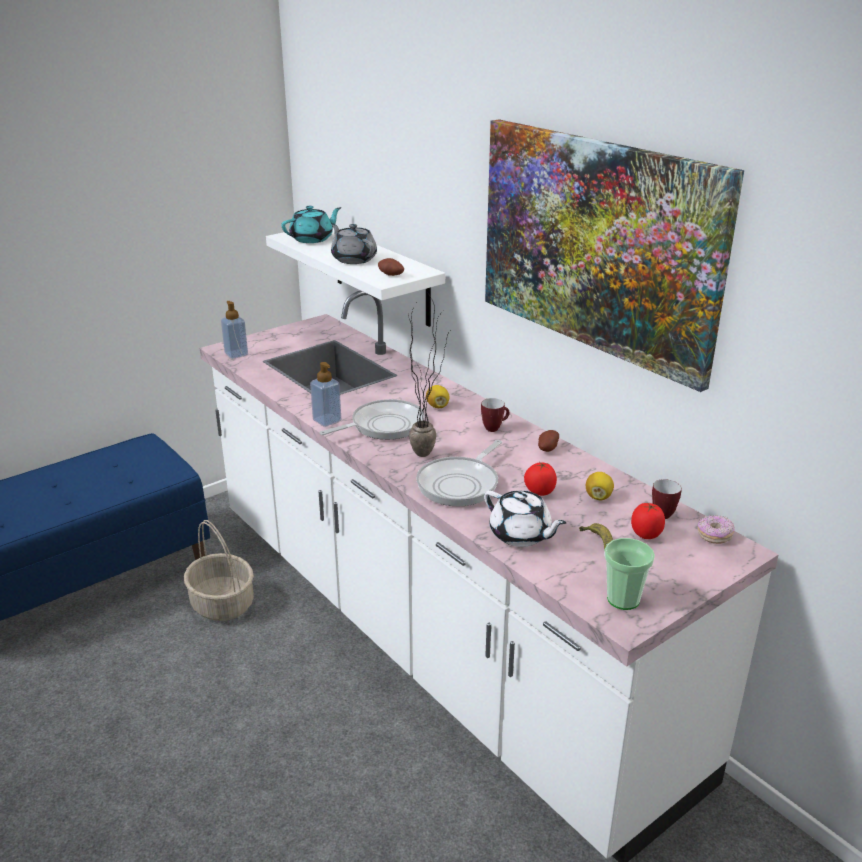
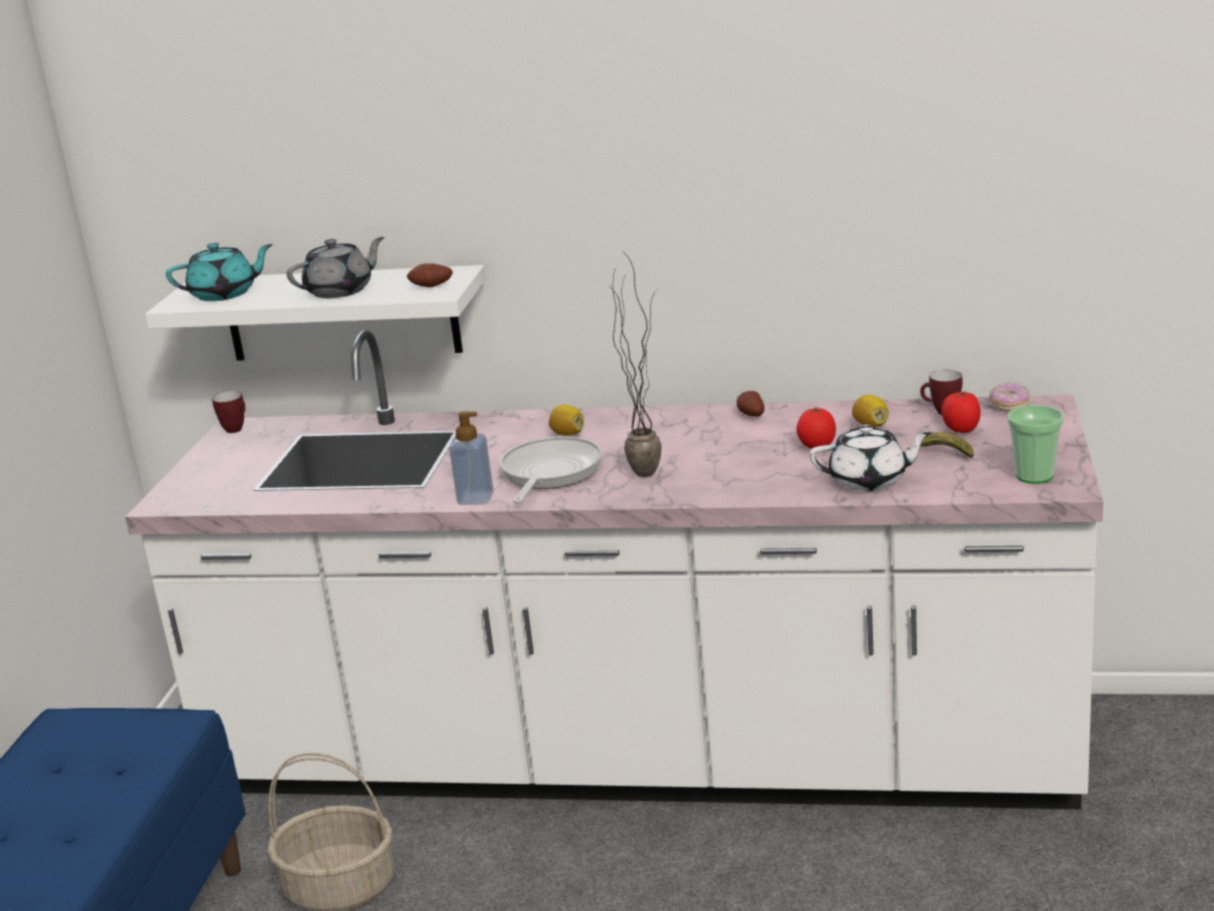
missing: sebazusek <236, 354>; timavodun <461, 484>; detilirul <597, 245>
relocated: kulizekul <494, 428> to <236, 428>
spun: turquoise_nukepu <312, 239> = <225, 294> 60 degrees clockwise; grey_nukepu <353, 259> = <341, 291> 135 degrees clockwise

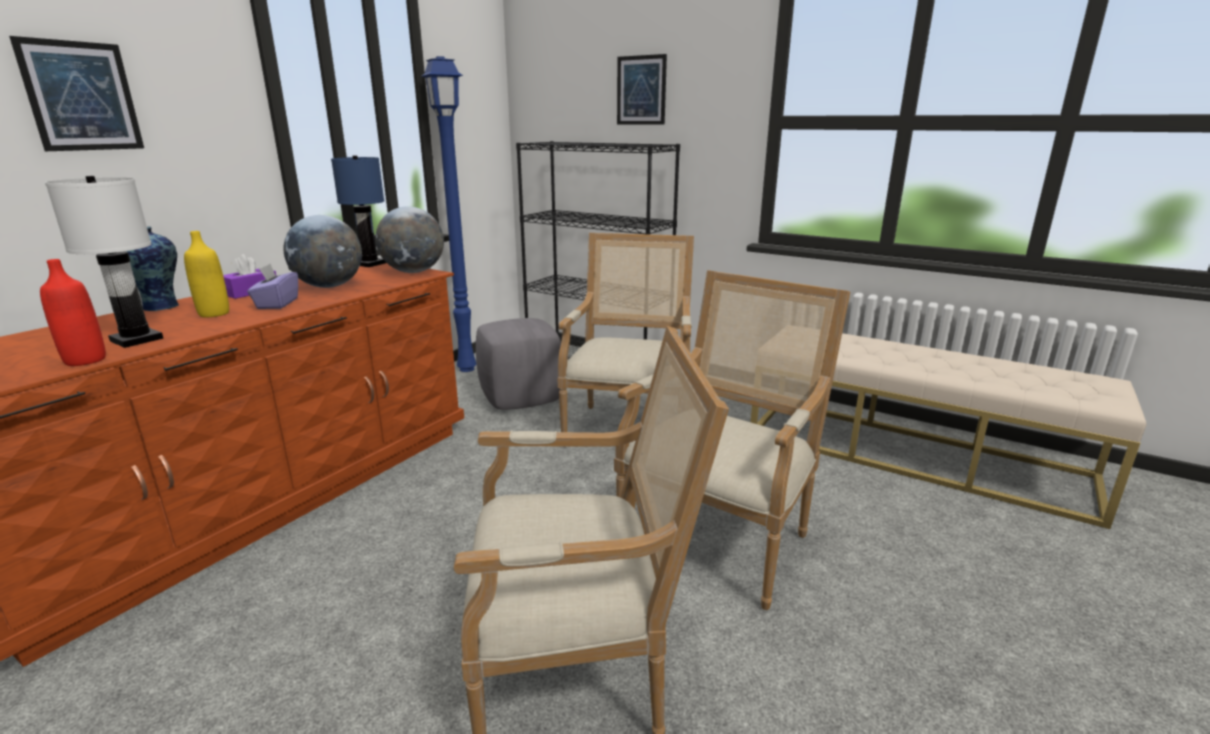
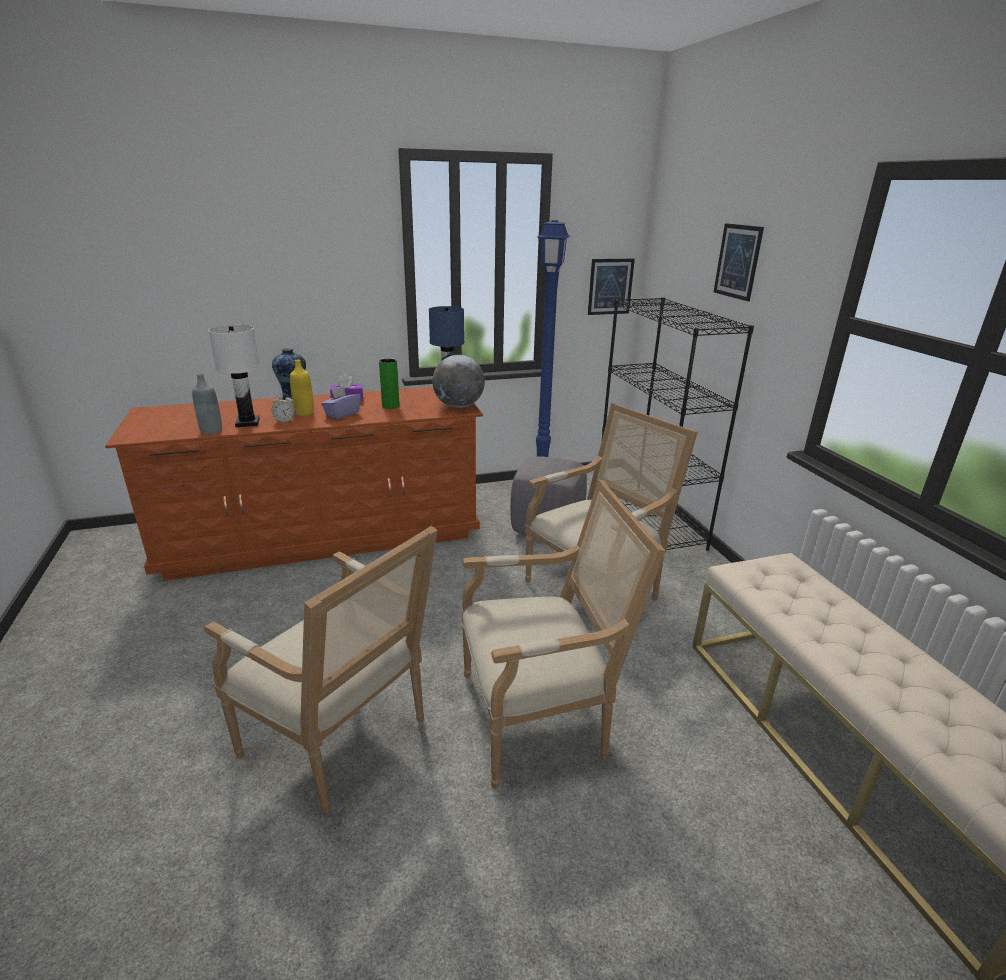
appeared: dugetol <285, 421>
relocated: detilirul <81, 96> to <610, 286>
exchanged: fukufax <329, 286> to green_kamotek <390, 406>
colour: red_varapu <85, 360> to grey_varapu <211, 431>

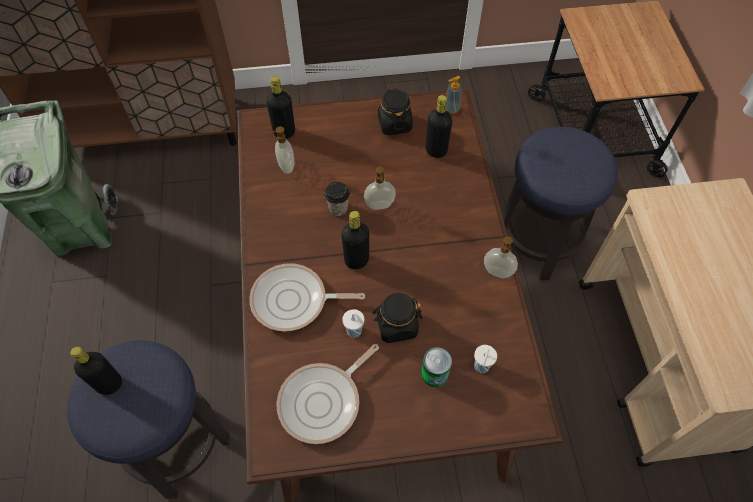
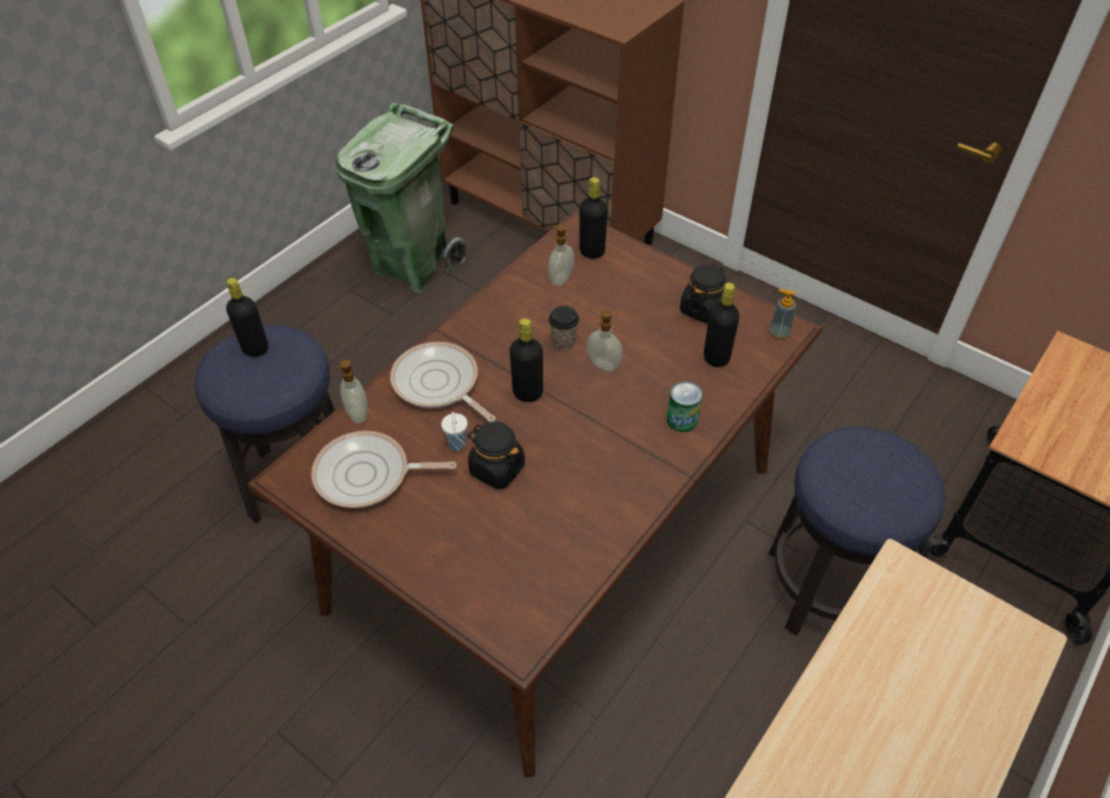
missing: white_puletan <481, 367>
relocated: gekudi <434, 374> to <682, 420>; sebazusek <497, 273> to <356, 414>

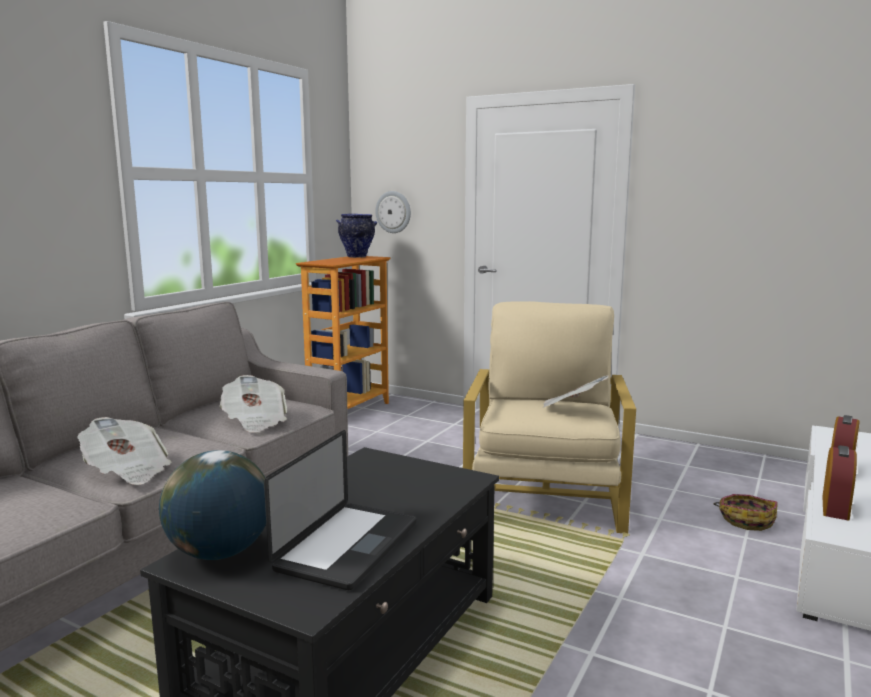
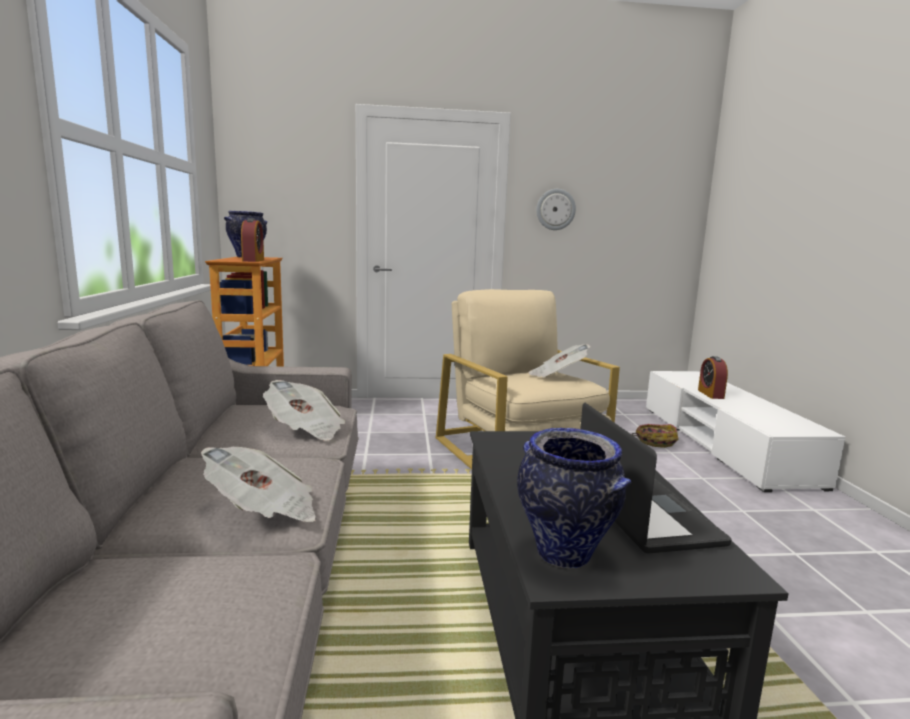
relocated: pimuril <393, 212> to <555, 209>; dugetol <835, 507> to <253, 260>
exchanged: fukufax <220, 552> to kamotek <565, 555>

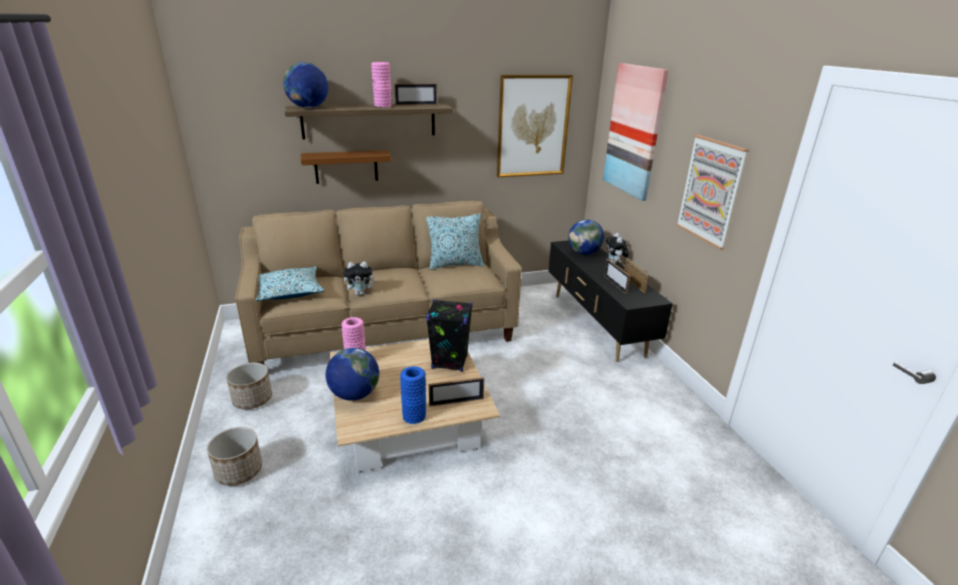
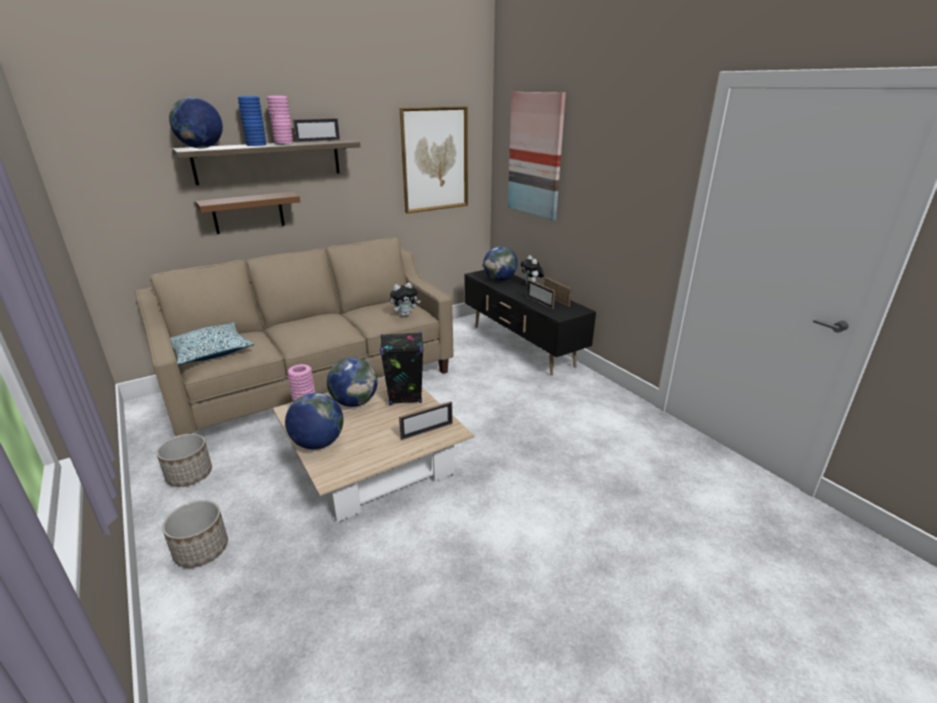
missing: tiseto <455, 264>; detilirul <710, 191>
appeared: fukufax <354, 402>
relocated: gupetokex <361, 293> to <405, 315>; blue_kamotek <414, 416> to <256, 145>

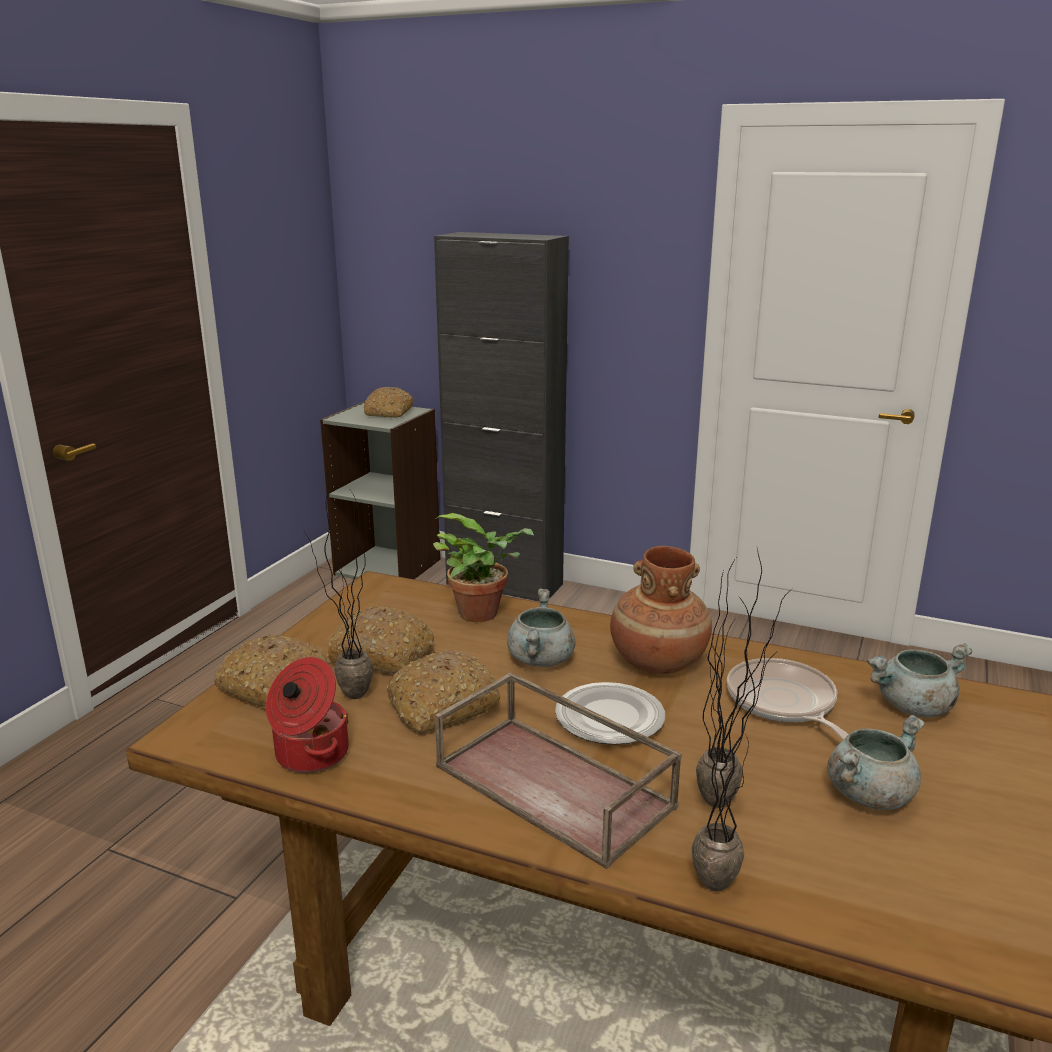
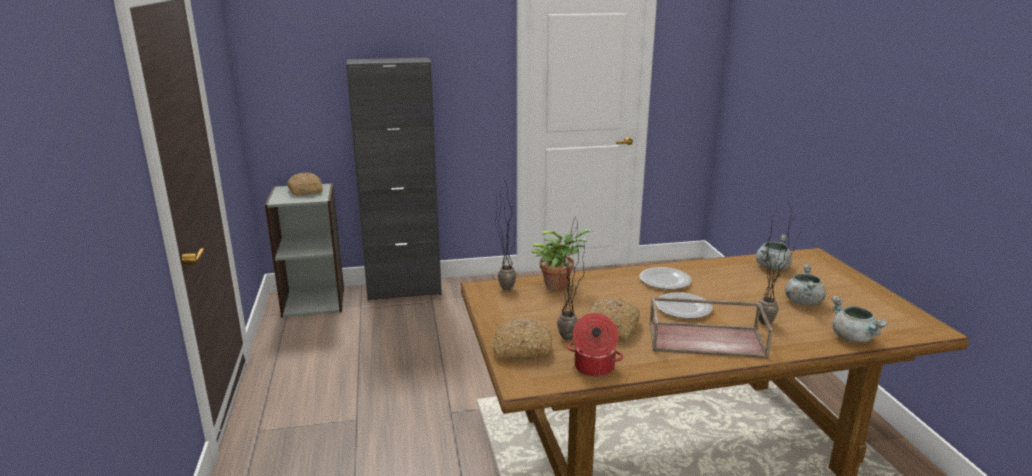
missing: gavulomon <383, 654>; timavodun <783, 703>
relocated: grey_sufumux <541, 660> to <853, 338>; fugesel <720, 874> to <506, 286>
exchanged: brown_kamotek <657, 661> to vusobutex <664, 280>

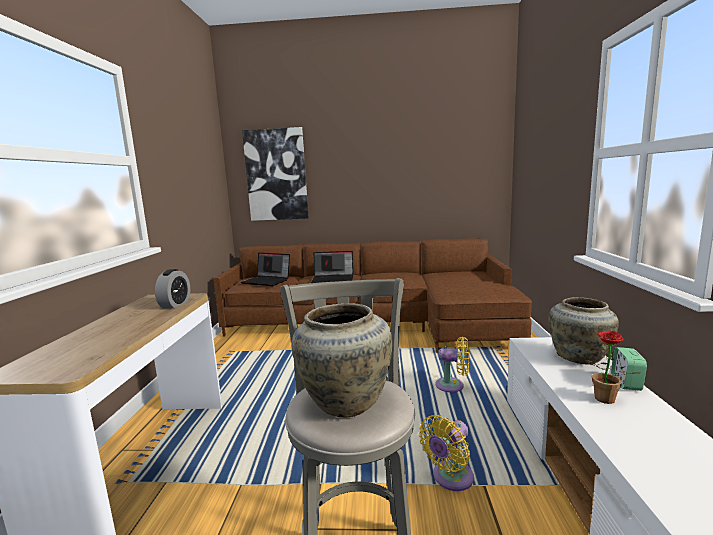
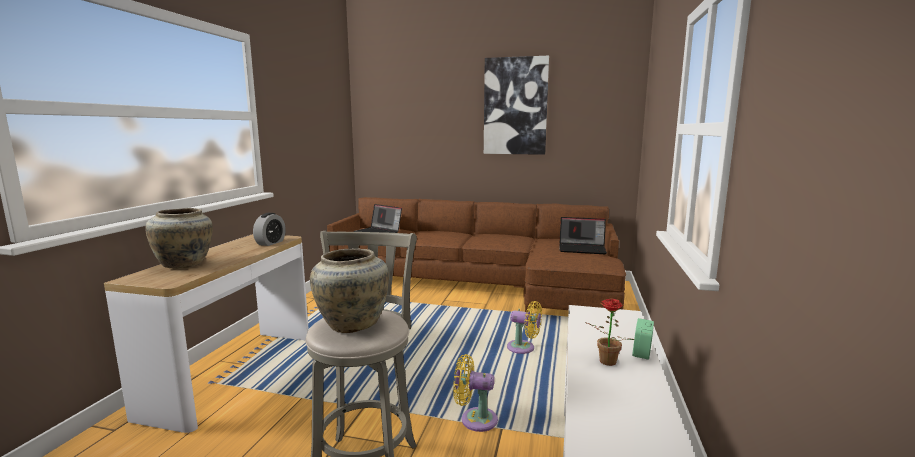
relocated: detilirul <276, 175> to <515, 106>; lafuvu <333, 279> to <582, 249>; beige_kamotek <580, 357> to <185, 264>
spun: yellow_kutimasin <450, 478> = <475, 419> 45 degrees clockwise

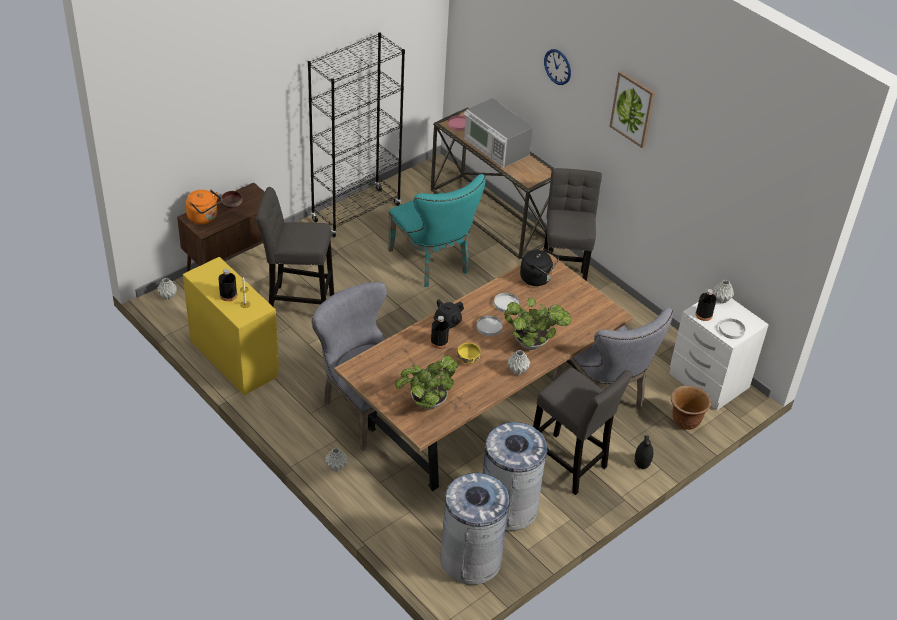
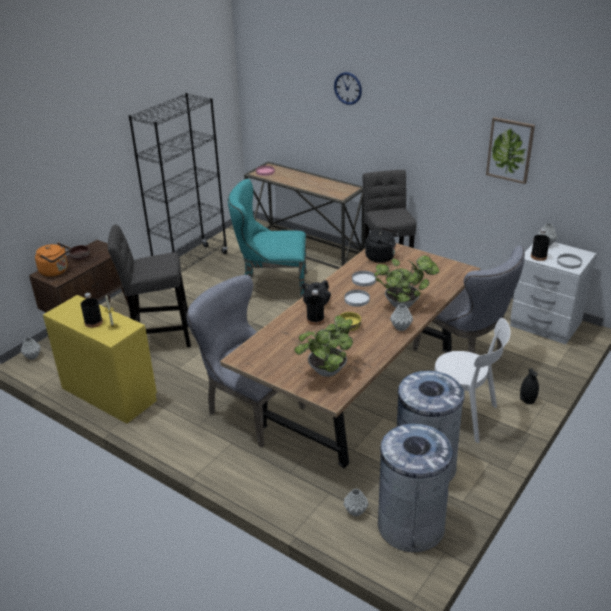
missing: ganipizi <495, 147>; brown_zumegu <685, 421>
relocated: grey_kamotek <336, 467> to <356, 512>; detilirul <633, 109> to <510, 150>
exchanged: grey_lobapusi <569, 466> to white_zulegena <464, 416>
spun: turquoise_zulegena <433, 263> = <271, 287> 135 degrees clockwise

